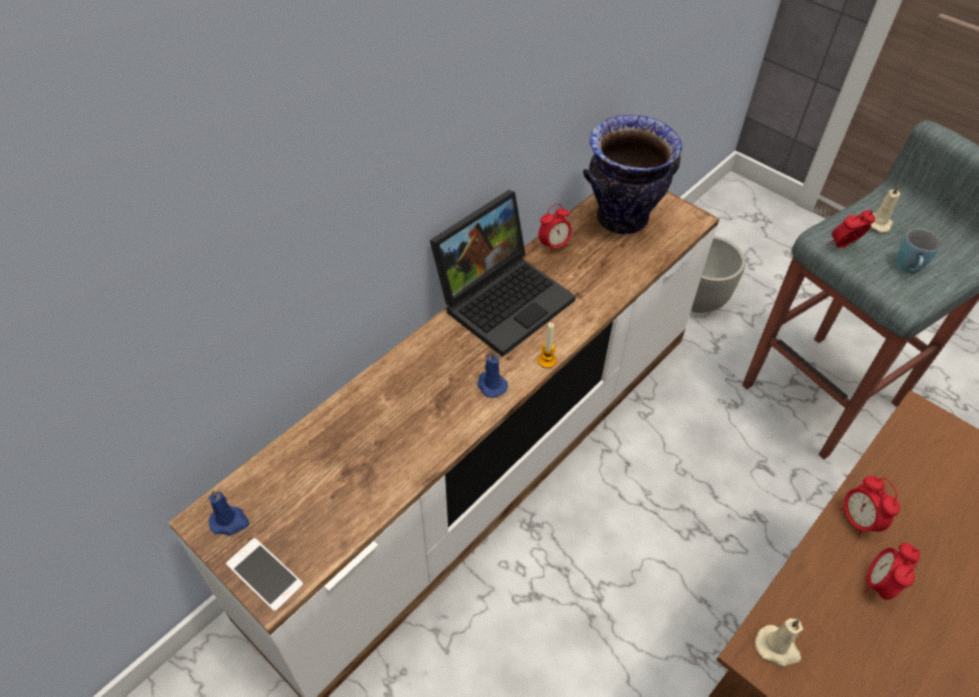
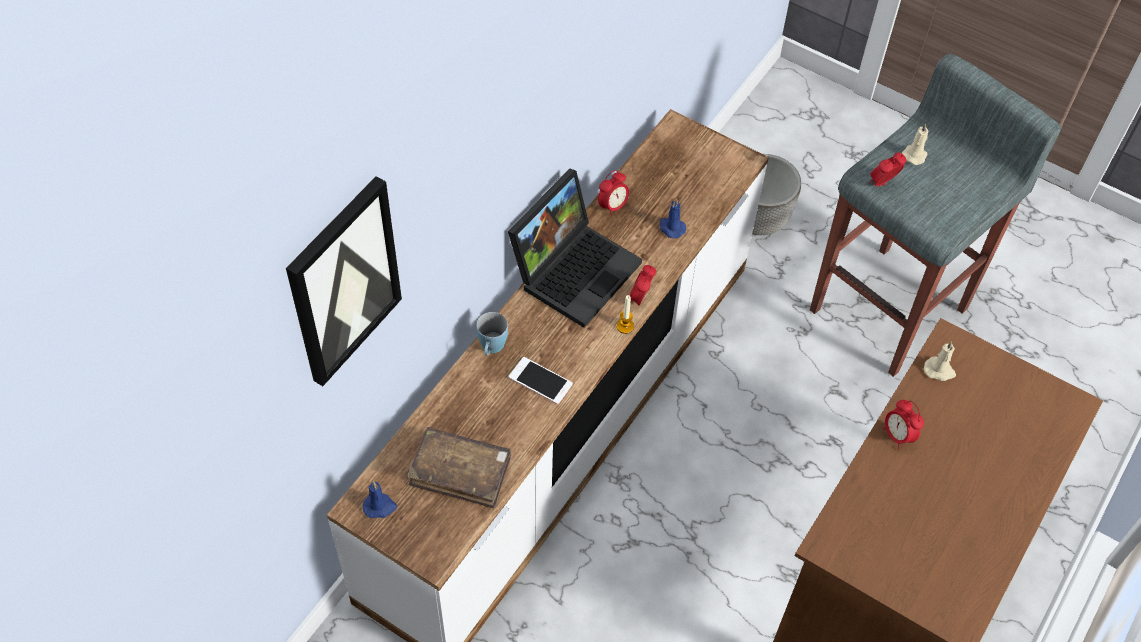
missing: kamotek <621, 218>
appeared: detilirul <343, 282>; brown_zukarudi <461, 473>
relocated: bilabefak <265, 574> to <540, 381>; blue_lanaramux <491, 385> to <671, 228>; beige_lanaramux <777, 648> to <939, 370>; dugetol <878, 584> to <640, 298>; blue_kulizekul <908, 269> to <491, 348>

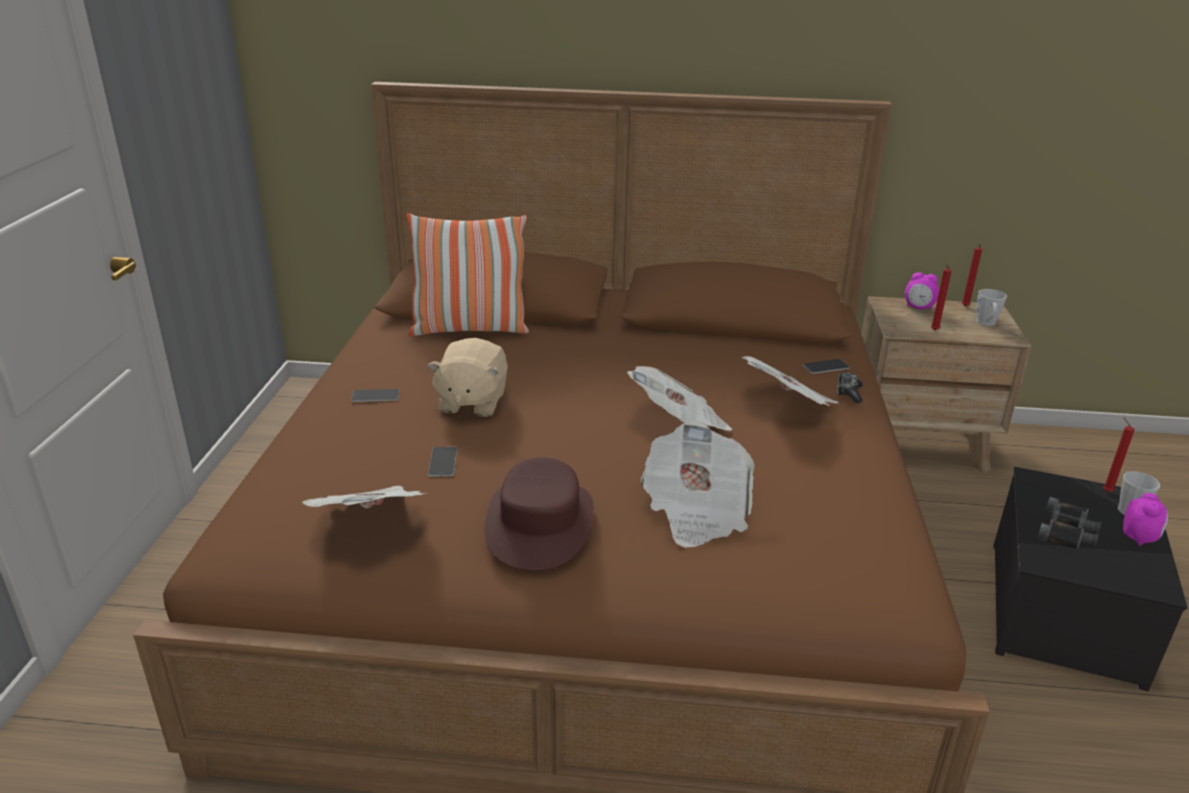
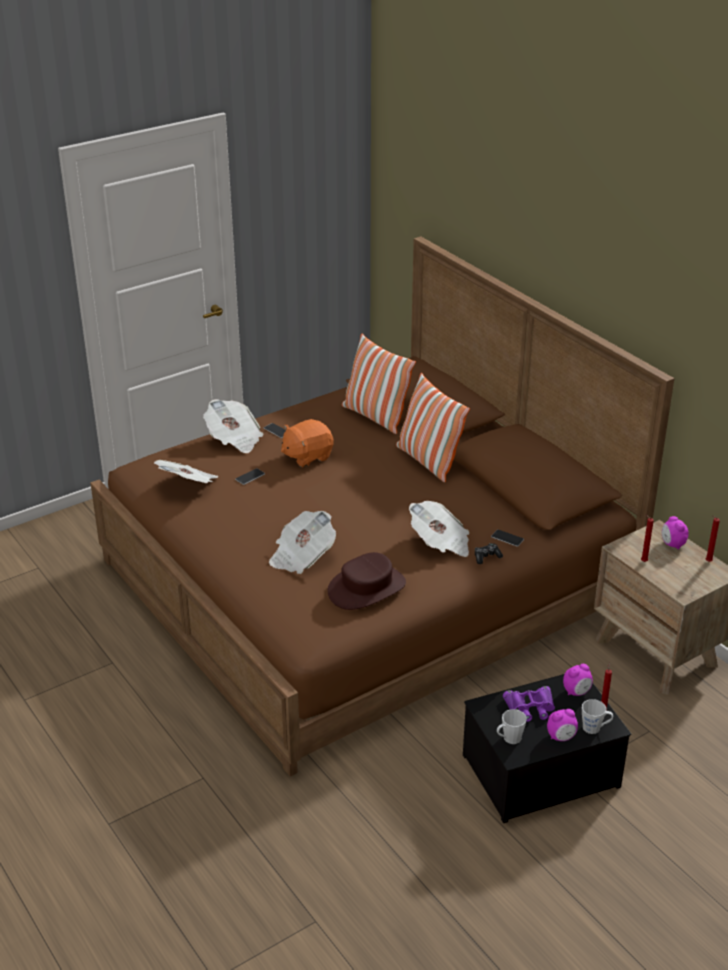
appeared: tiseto <428, 461>; dugetol <576, 692>
relocated: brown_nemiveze <540, 524> to <367, 588>; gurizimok <678, 424> to <234, 439>; grey_kulizekul <986, 323> to <509, 739>
colour: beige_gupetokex <471, 402> to orange_gupetokex <307, 456>; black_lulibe <1067, 531> to purple_lulibe <530, 708>

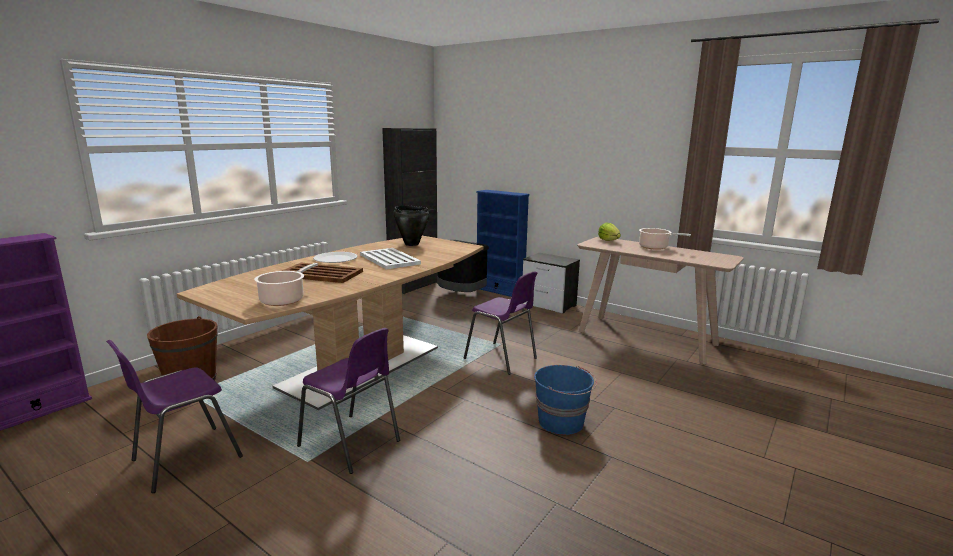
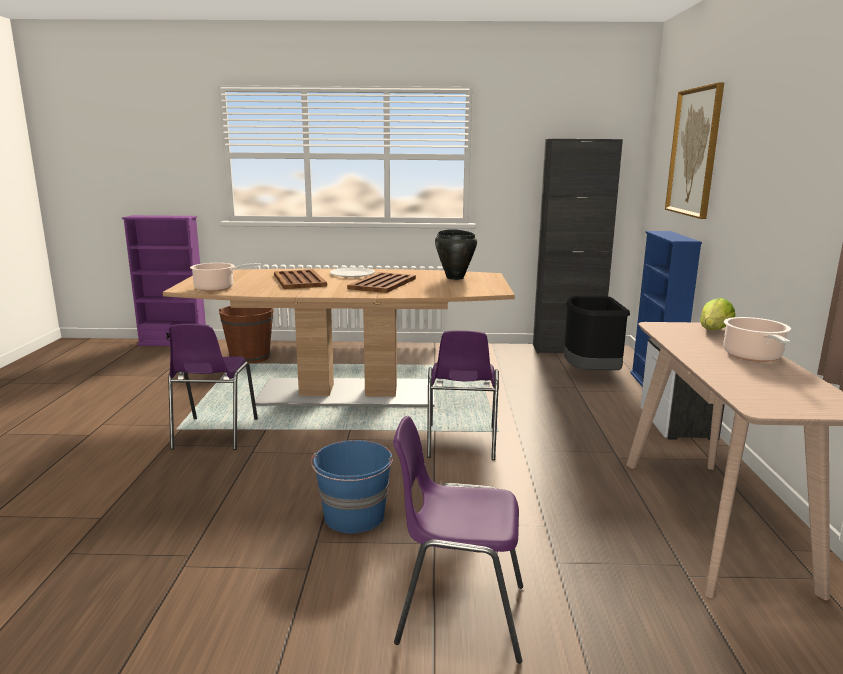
appeared: detilirul <694, 152>
relocated: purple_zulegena <184, 459> to <458, 614>
colour: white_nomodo <389, 259> to brown_nomodo <382, 284>

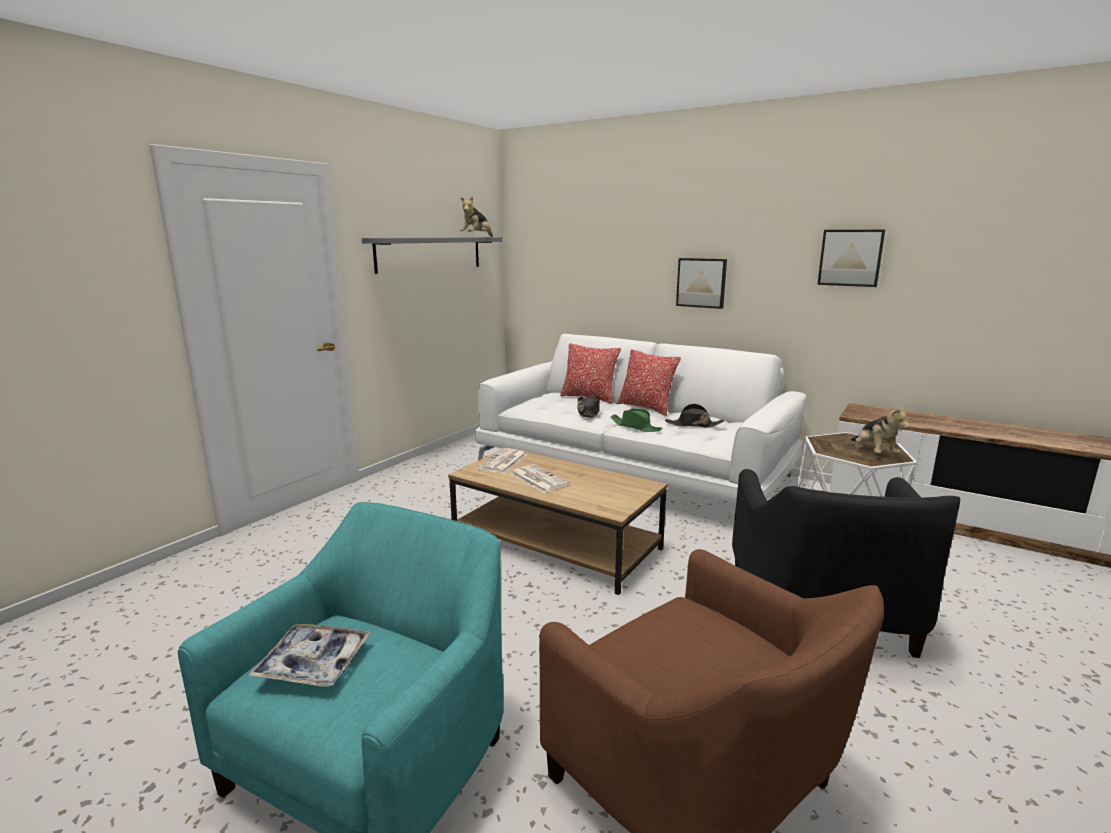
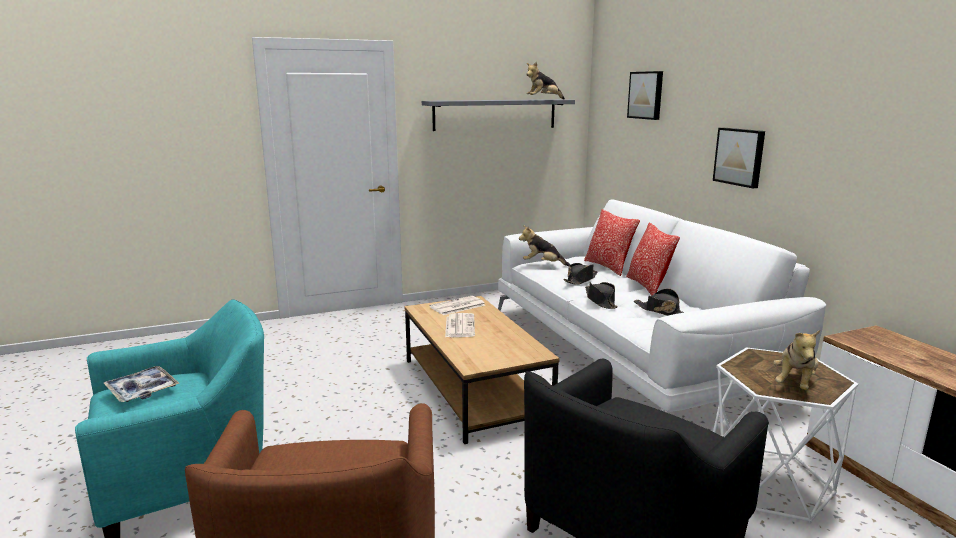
appeared: gupetokex <542, 264>
relocated: detilirul <850, 257> to <646, 95>
colour: green_nemiveze <636, 427> to black_nemiveze <601, 301>

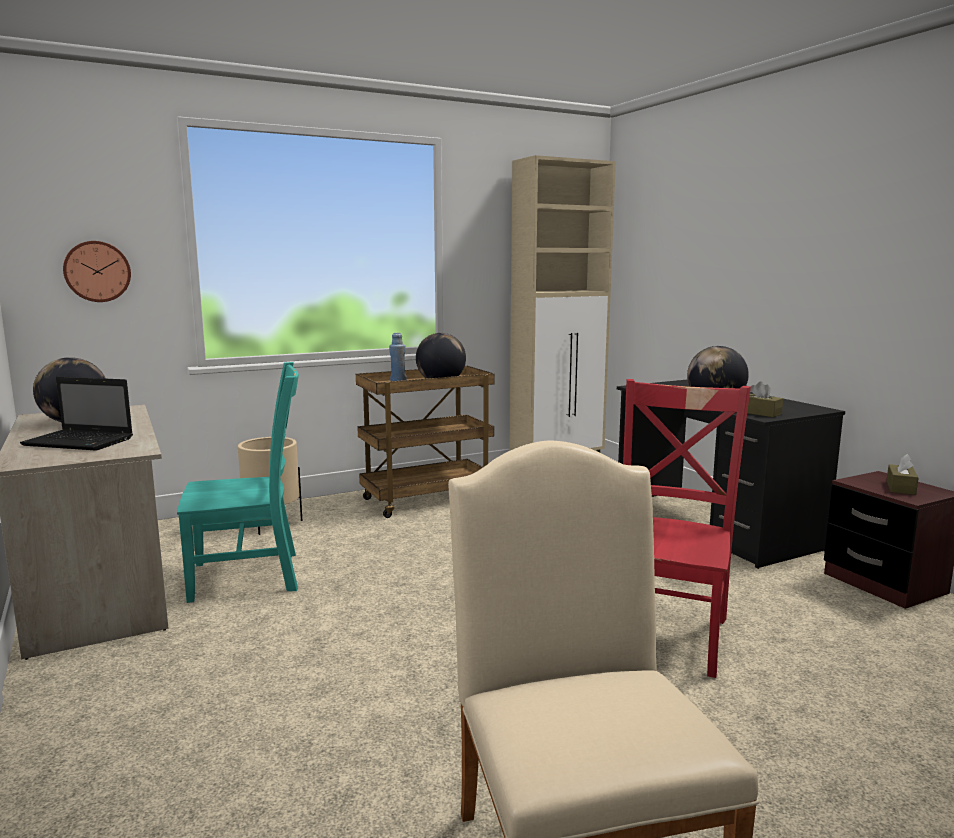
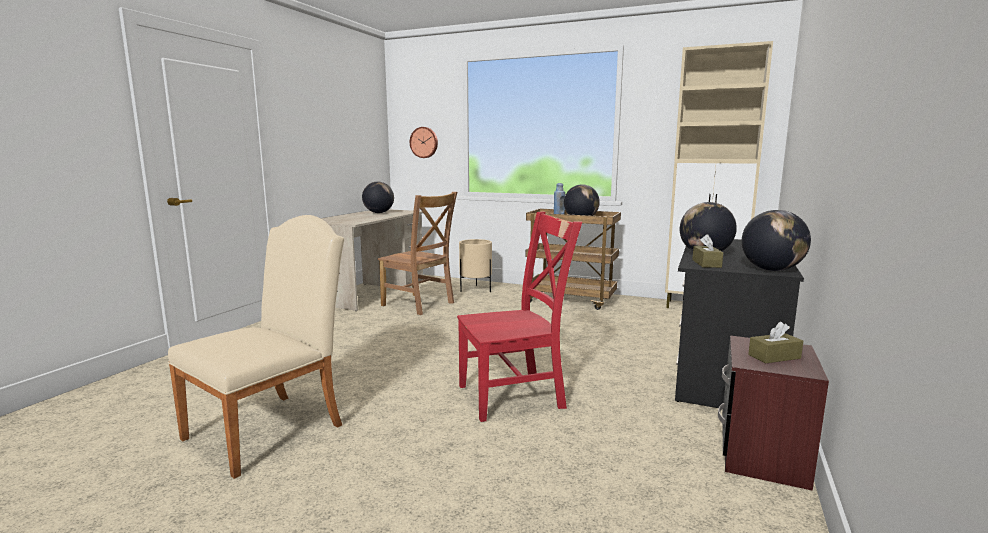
missing: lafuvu <81, 442>
appeared: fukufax <771, 270>
colour: turquoise_zulegena <251, 576> to brown_zulegena <419, 305>

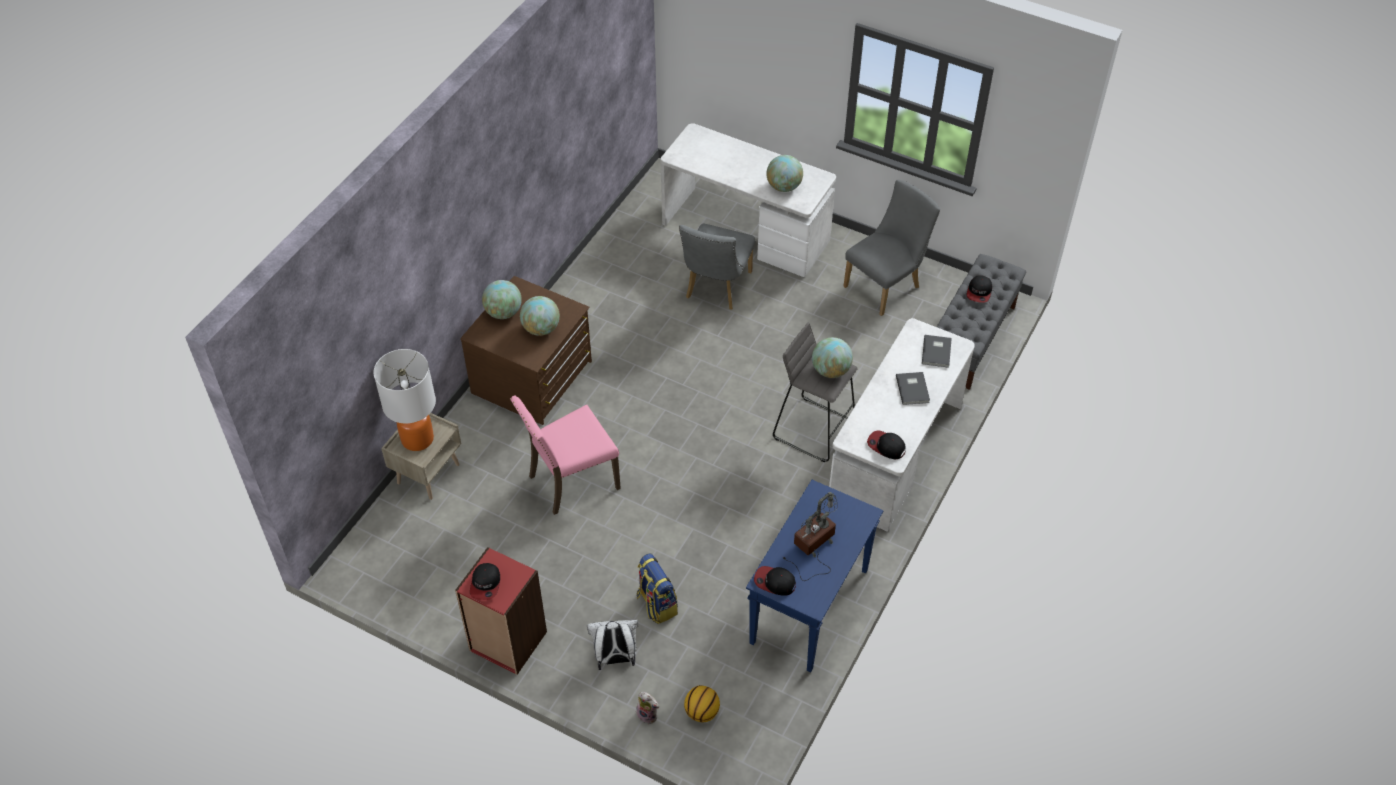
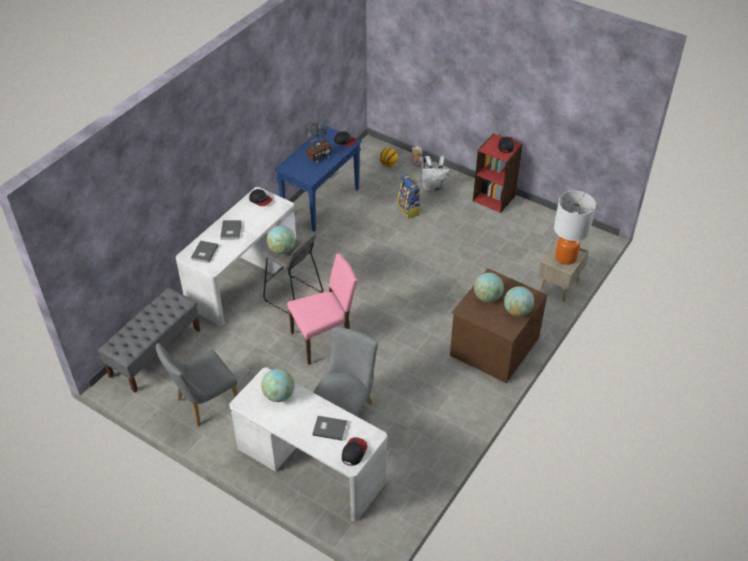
appeared: grey_zukarudi <329, 428>
relocated: pink_zulegena <571, 481> to <324, 339>; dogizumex <979, 292> to <354, 452>

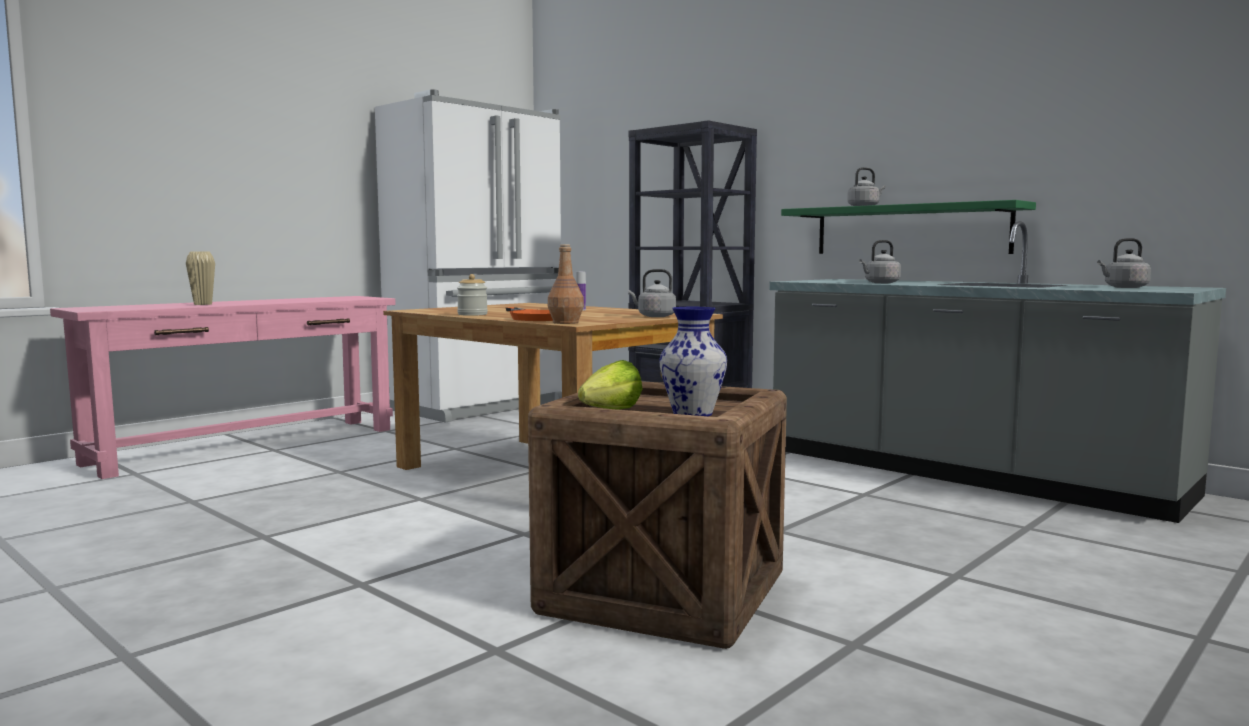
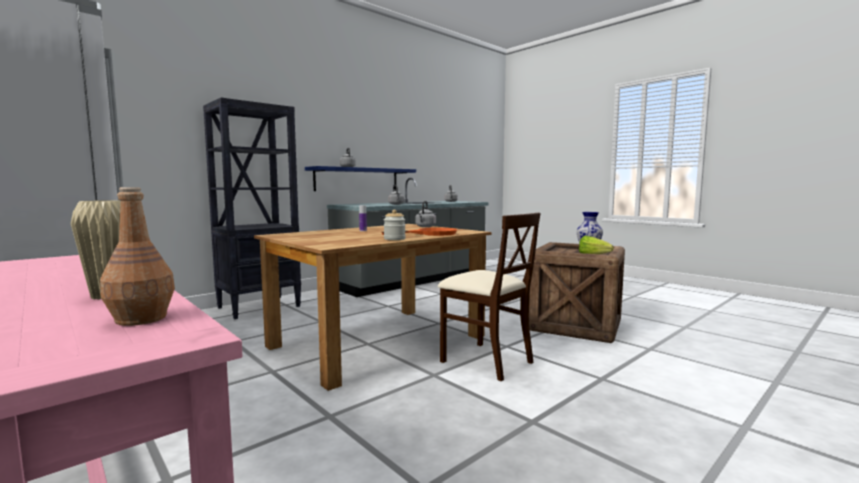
appeared: beige_zulegena <486, 361>
relocated: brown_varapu <565, 322> to <140, 319>
colour: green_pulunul <910, 230> to blue_pulunul <357, 179>

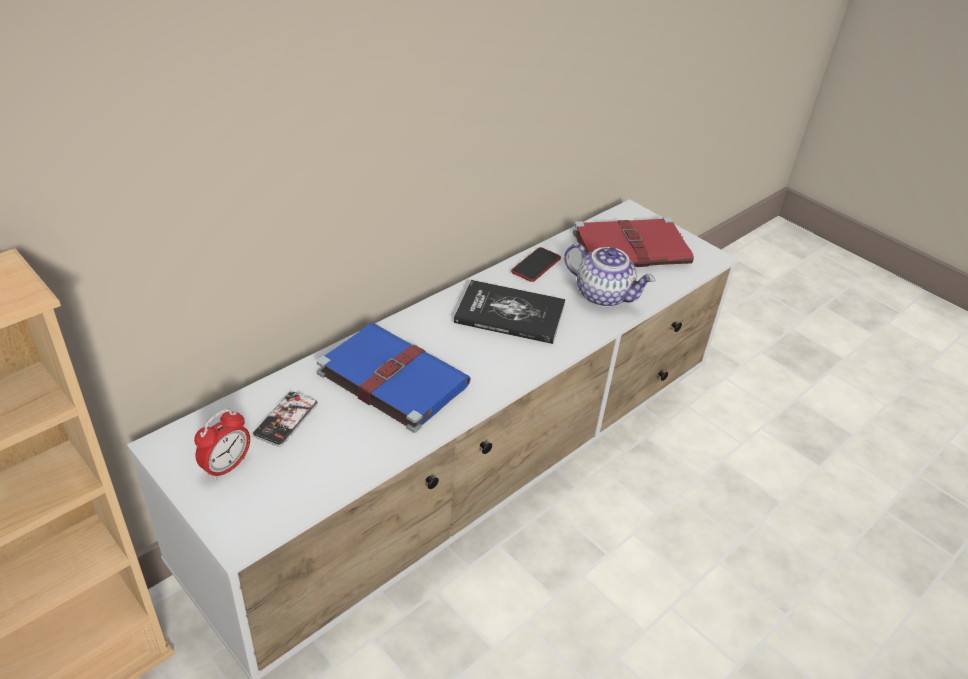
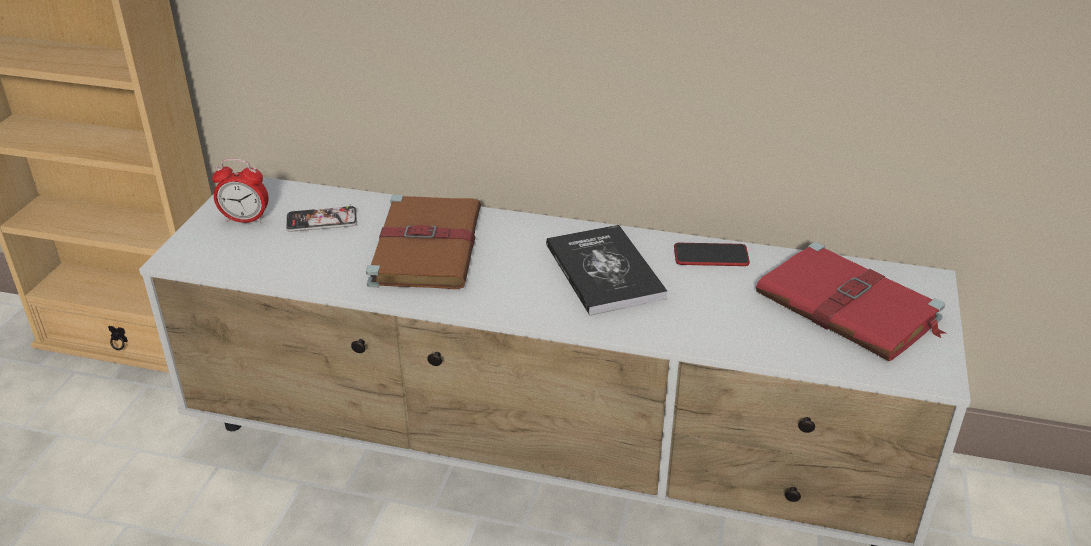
missing: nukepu <604, 295>
colour: blue_zukarudi <390, 378> to brown_zukarudi <427, 245>

